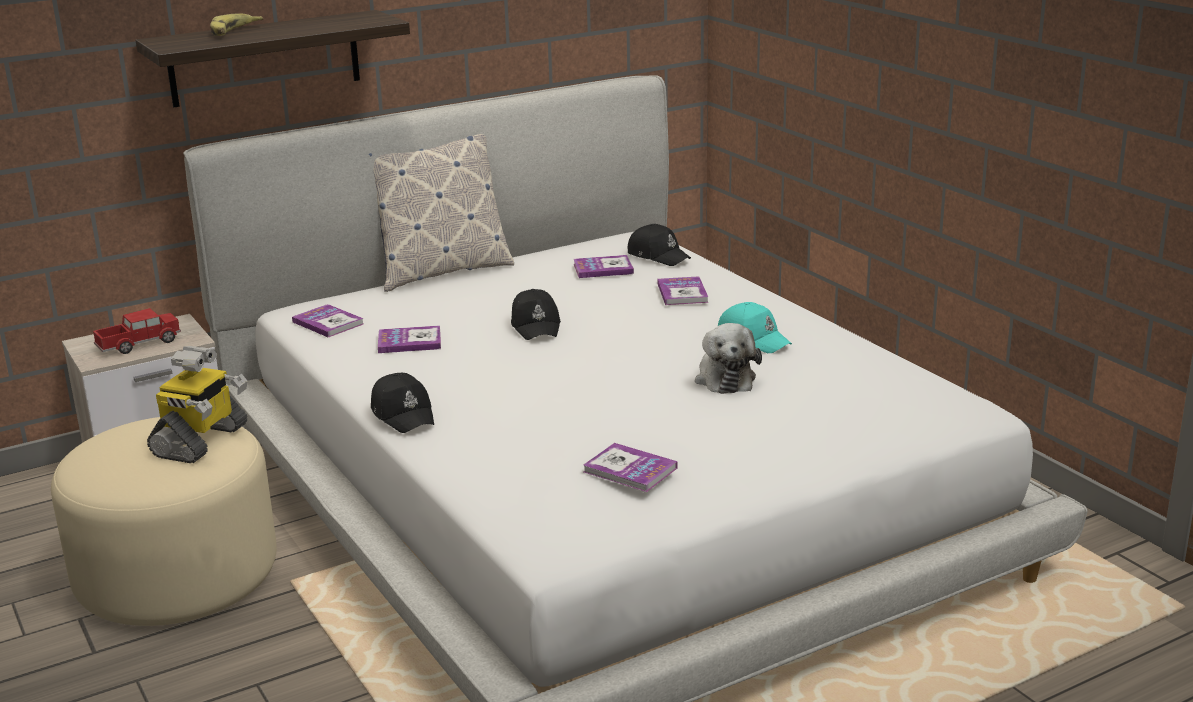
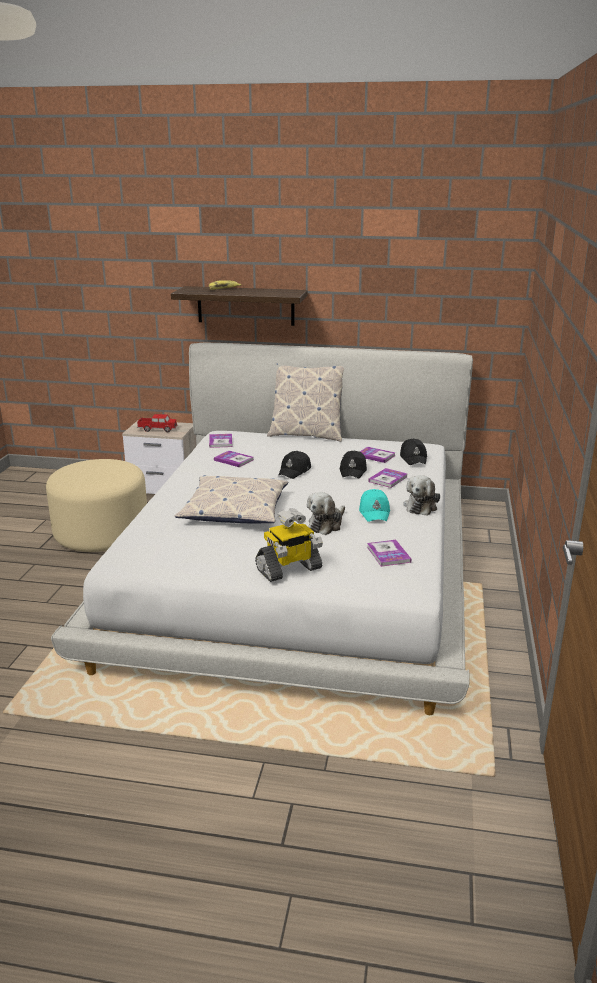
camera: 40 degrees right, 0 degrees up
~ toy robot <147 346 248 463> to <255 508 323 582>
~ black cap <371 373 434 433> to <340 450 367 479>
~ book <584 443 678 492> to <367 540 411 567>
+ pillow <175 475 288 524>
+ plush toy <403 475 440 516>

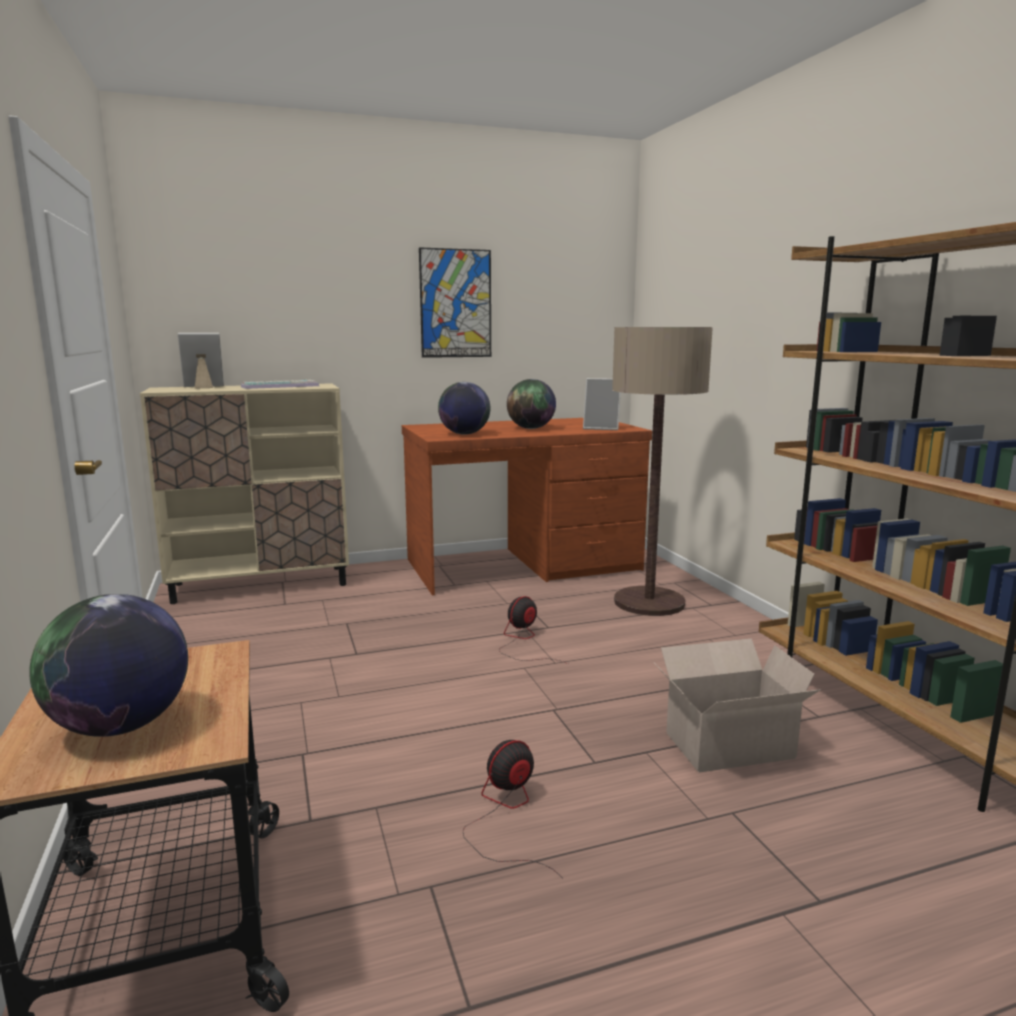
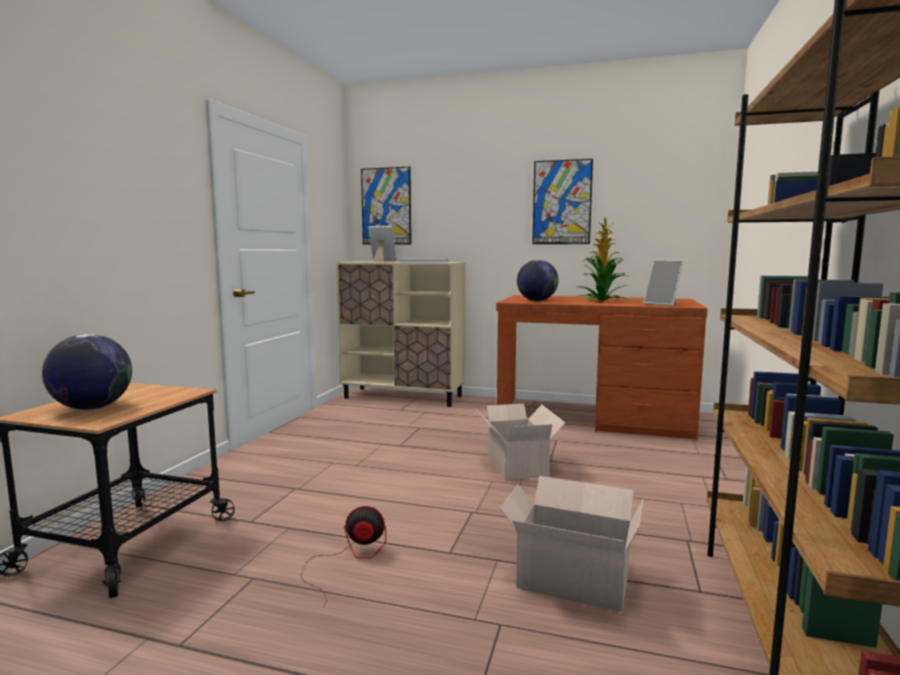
camera: 35 degrees right, 5 degrees down
~ fan <499 596 568 664> to cardboard box <475 404 566 480>
~ globe <507 379 556 429> to potted plant <574 217 630 301>
- floor lamp <612 327 713 616>
+ picture <361 167 411 245>

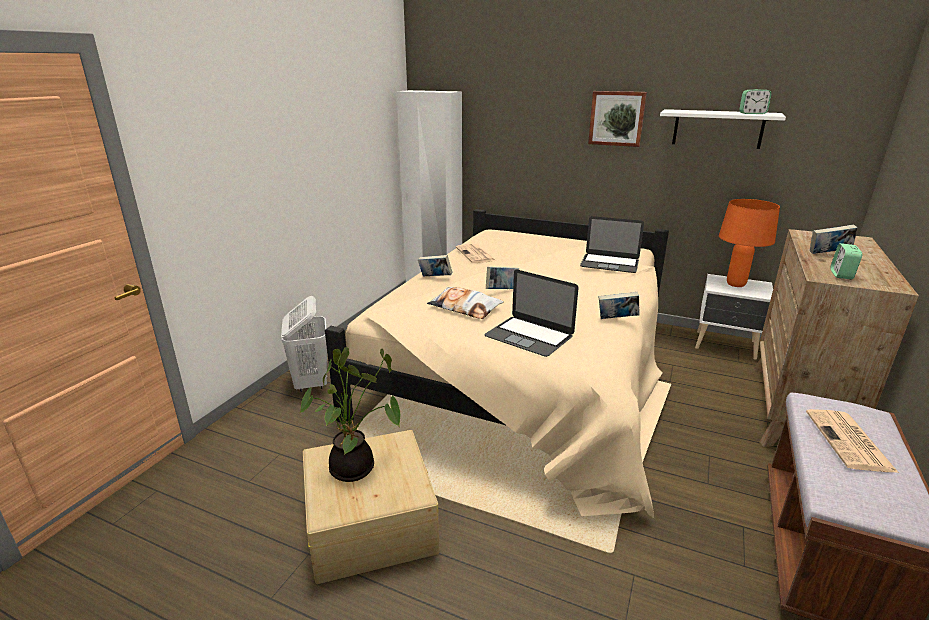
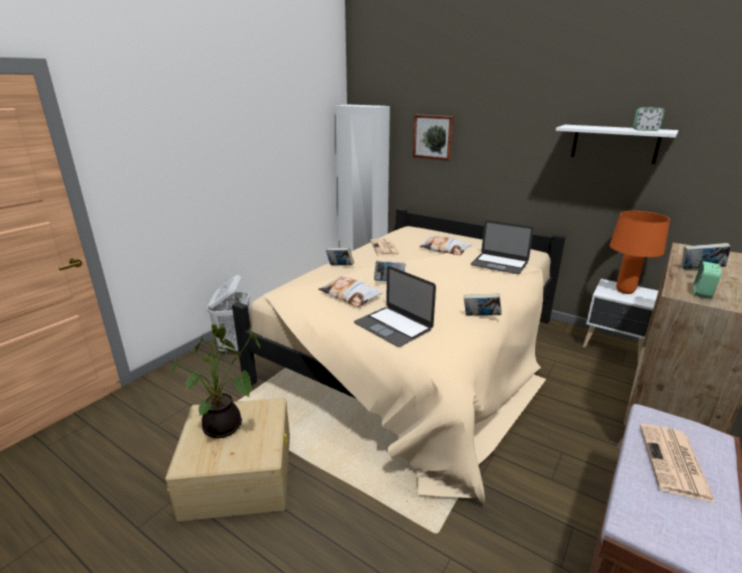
camera: 10 degrees right, 0 degrees up
~ picture <588 91 647 147> to <413 114 454 161>
+ pillow <419 236 471 255>

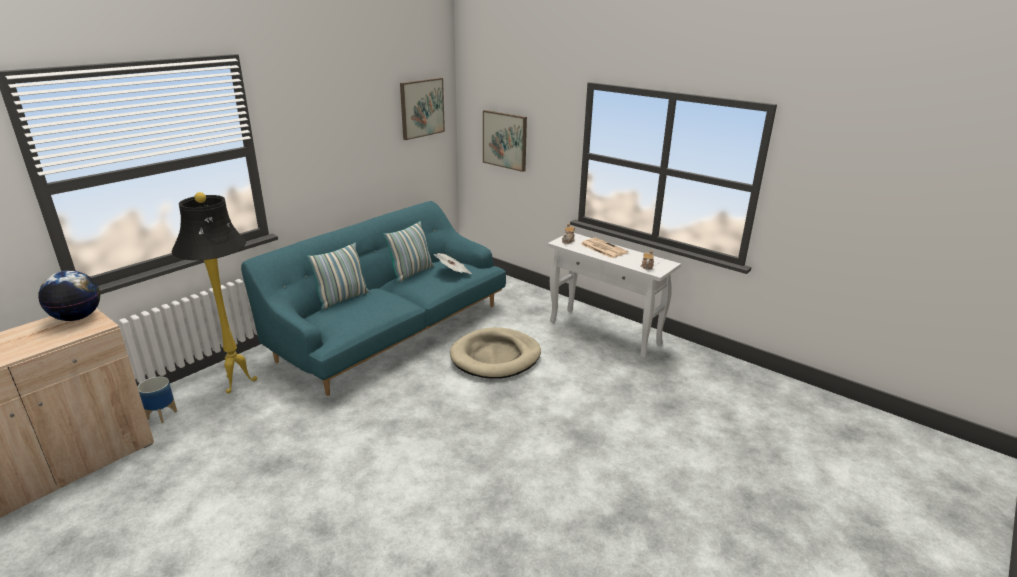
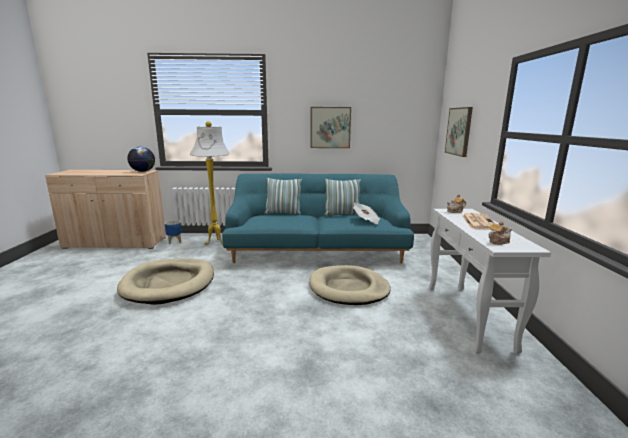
camera: 50 degrees right, 10 degrees down
~ black floor lamp <172 192 257 394> to white floor lamp <190 121 230 245>
~ picture <400 78 445 140> to <310 107 351 148>
+ beige dog bed <117 259 214 305>

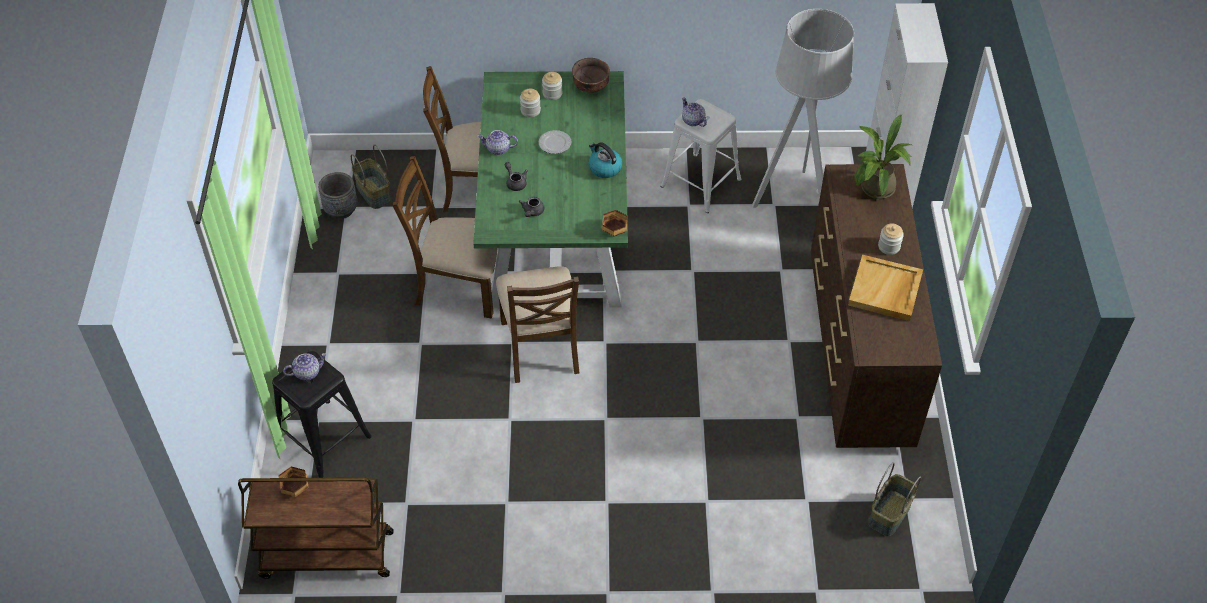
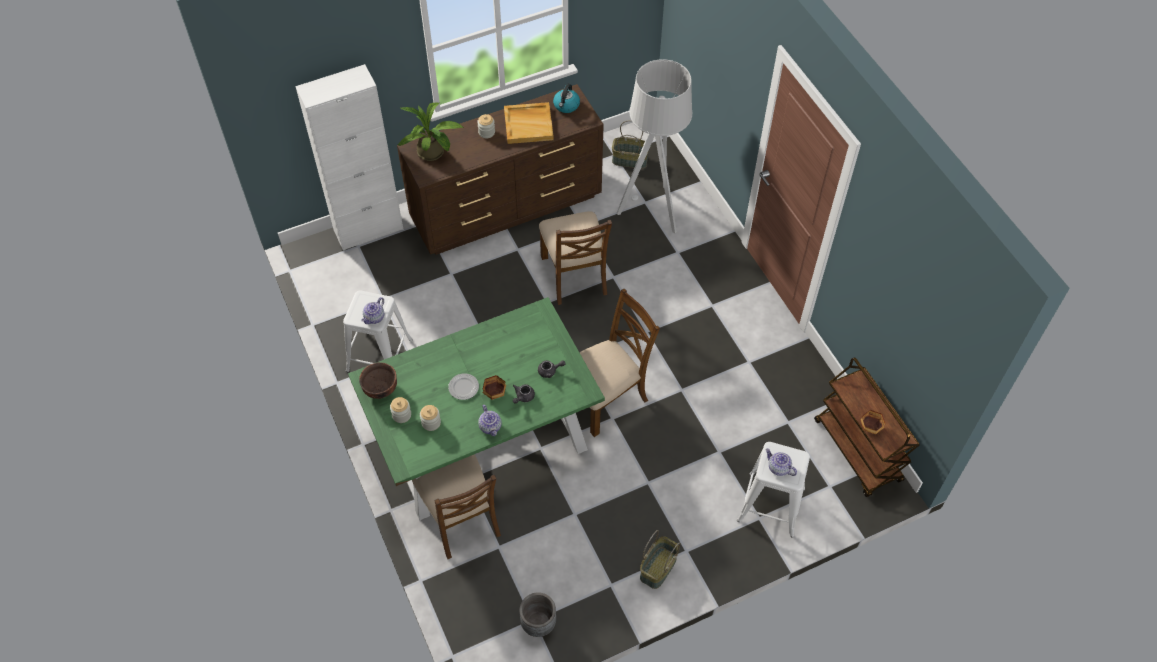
camera: 115 degrees left, 5 degrees up
~ black stool <272 351 372 478> to white stool <737 442 810 537>
~ basket <351 144 392 209> to <640 530 680 589>
~ brown chair <392 156 497 318> to <539 211 612 305>
~ kettle <588 142 622 178> to <553 84 580 113>
~ bowl <602 210 627 236> to <483 375 506 400>
~ grey floor lamp <752 9 854 208> to <617 59 692 233>

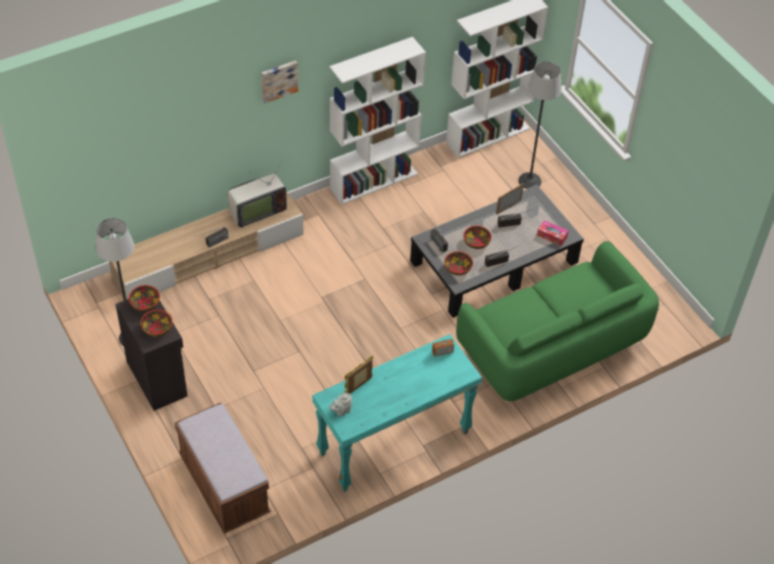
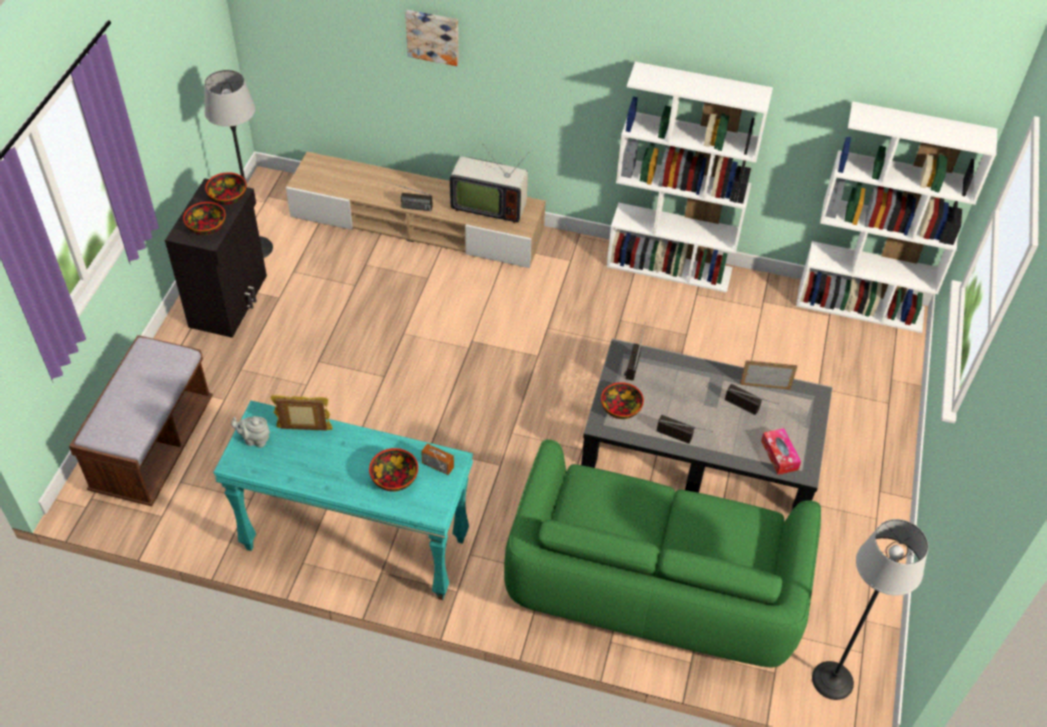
camera: 45 degrees right, 0 degrees up
~ picture <261 60 298 103> to <405 10 459 66>
~ bowl <463 226 492 249> to <369 448 418 492>
~ floor lamp <518 62 562 189> to <812 519 928 700>

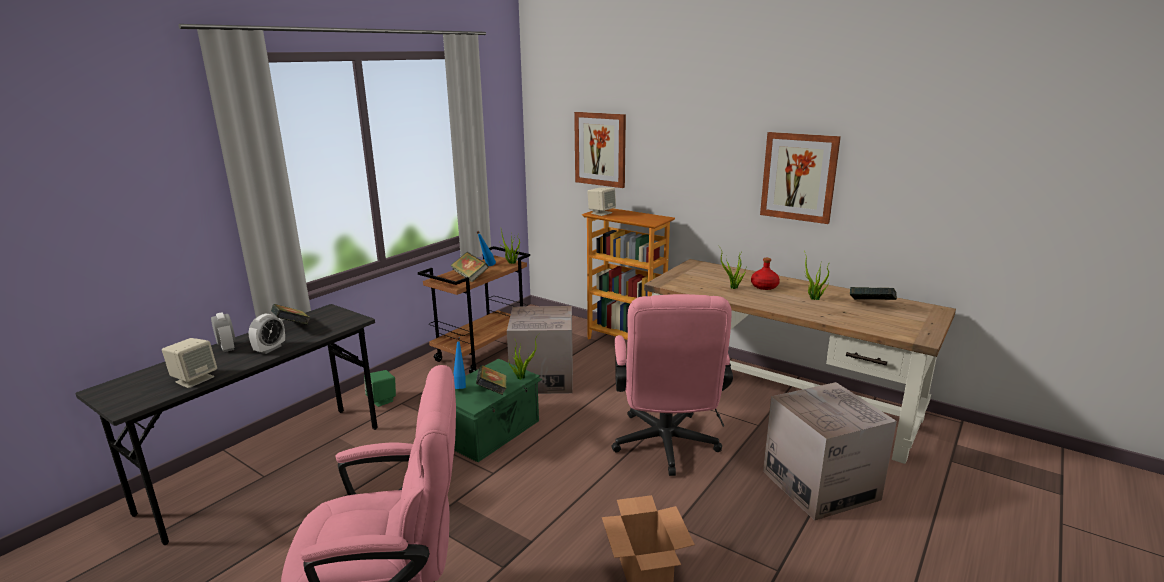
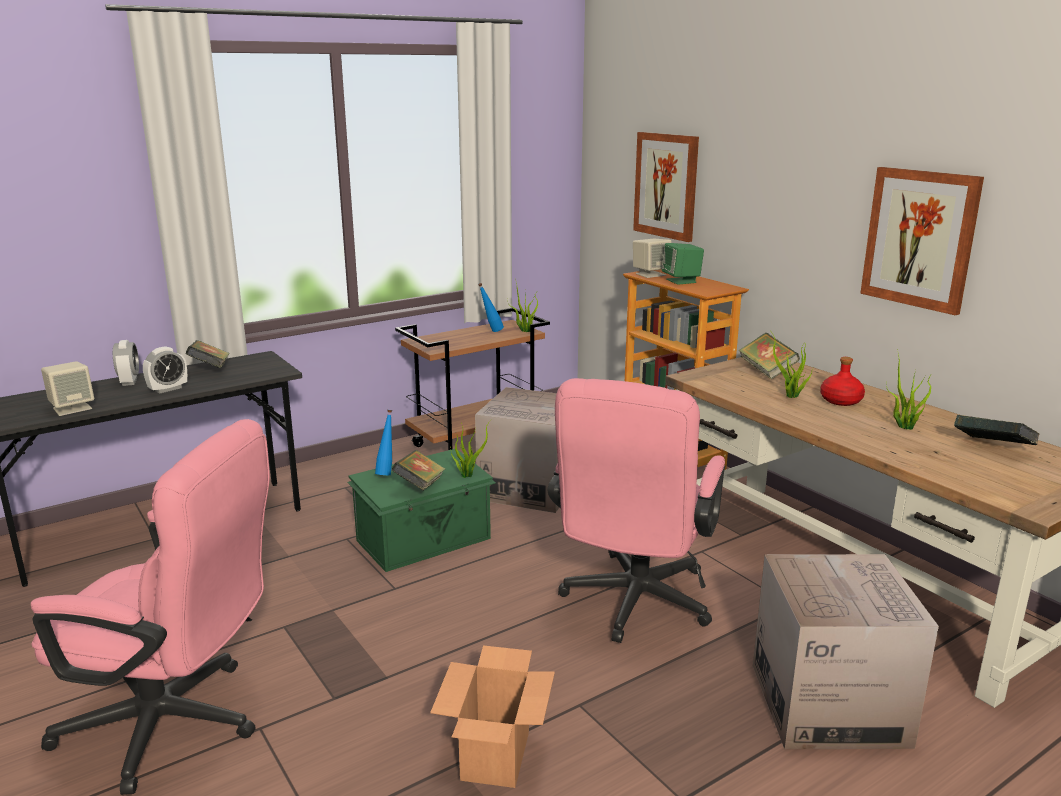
camera: 20 degrees right, 0 degrees up
~ green speaker <364 370 396 407> to <662 243 704 285>
~ book <450 252 489 282> to <739 333 800 380>

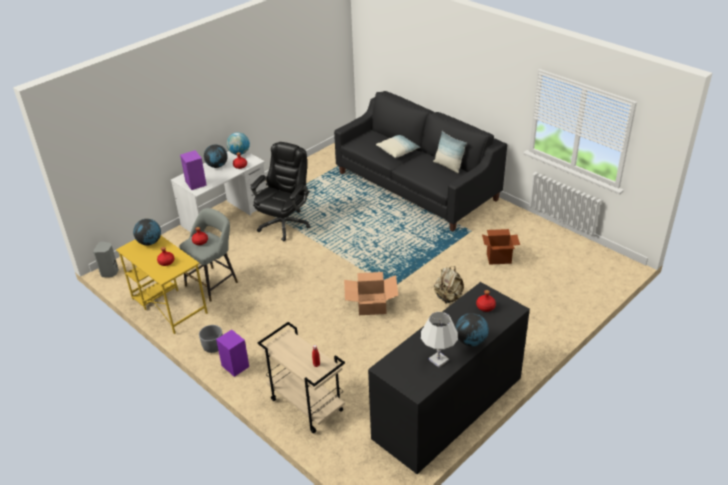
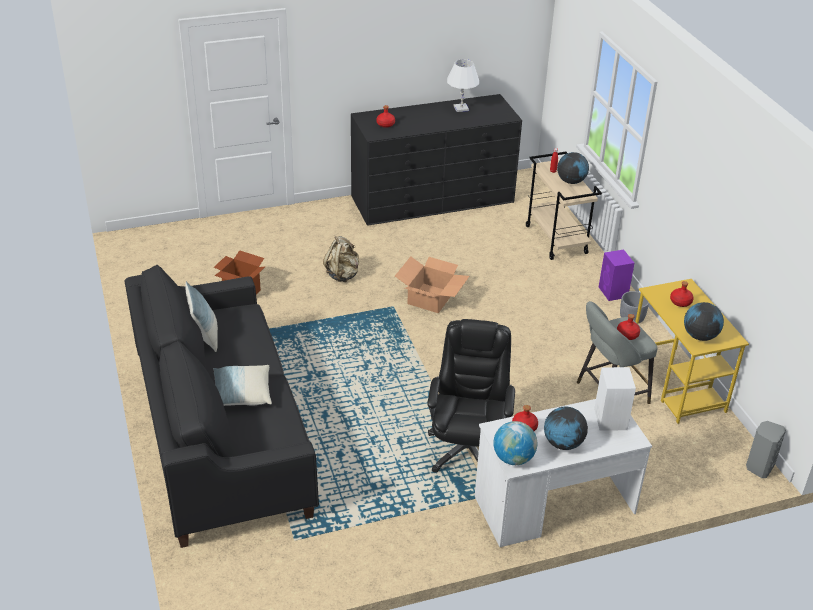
camera: 155 degrees left, 0 degrees up
~ purple speaker <180 150 207 190> to white speaker <594 367 636 431>
~ black office chair <251 142 310 241> = <427 319 515 473> 135 degrees clockwise
~ globe <455 313 489 346> to <557 152 589 184>

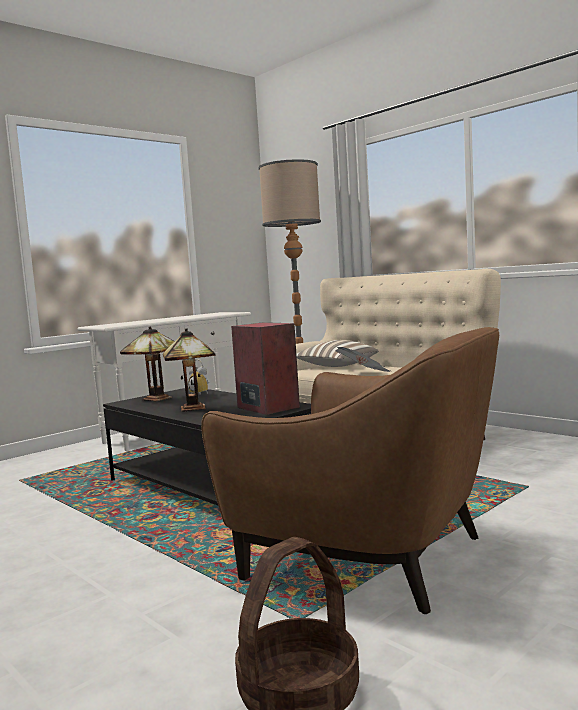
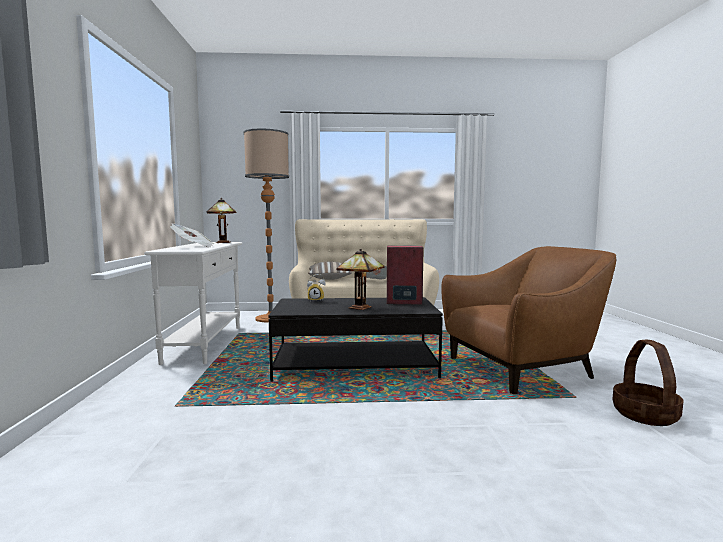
camera: 50 degrees left, 0 degrees up
~ table lamp <120 327 174 402> to <207 198 236 243>
+ newspaper <170 223 214 248>

